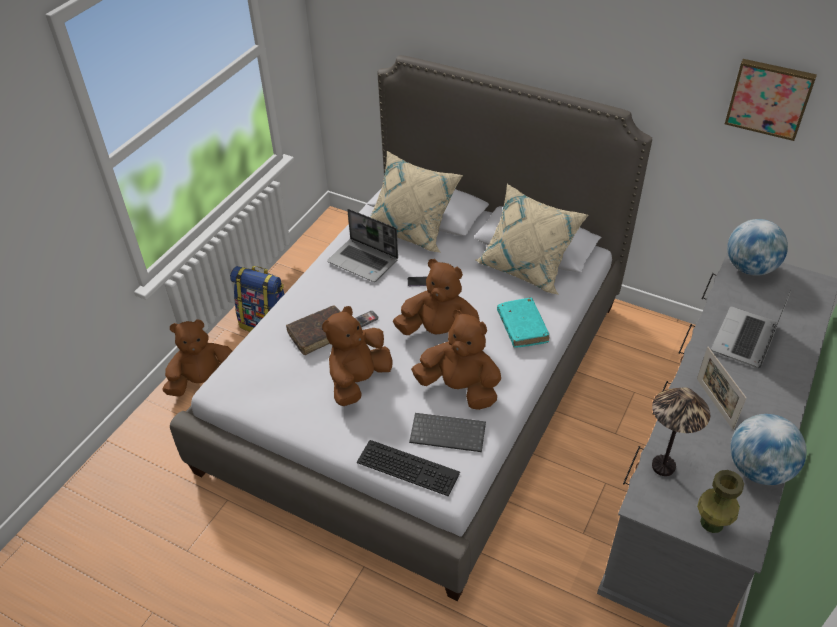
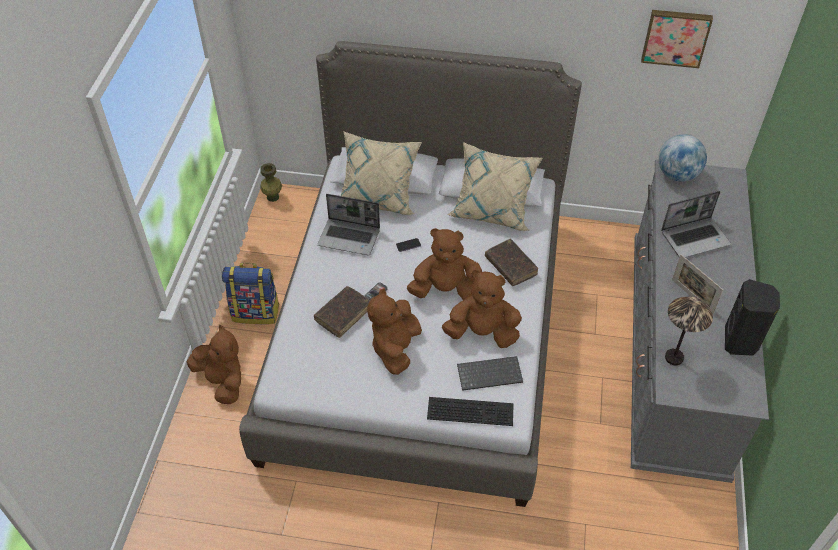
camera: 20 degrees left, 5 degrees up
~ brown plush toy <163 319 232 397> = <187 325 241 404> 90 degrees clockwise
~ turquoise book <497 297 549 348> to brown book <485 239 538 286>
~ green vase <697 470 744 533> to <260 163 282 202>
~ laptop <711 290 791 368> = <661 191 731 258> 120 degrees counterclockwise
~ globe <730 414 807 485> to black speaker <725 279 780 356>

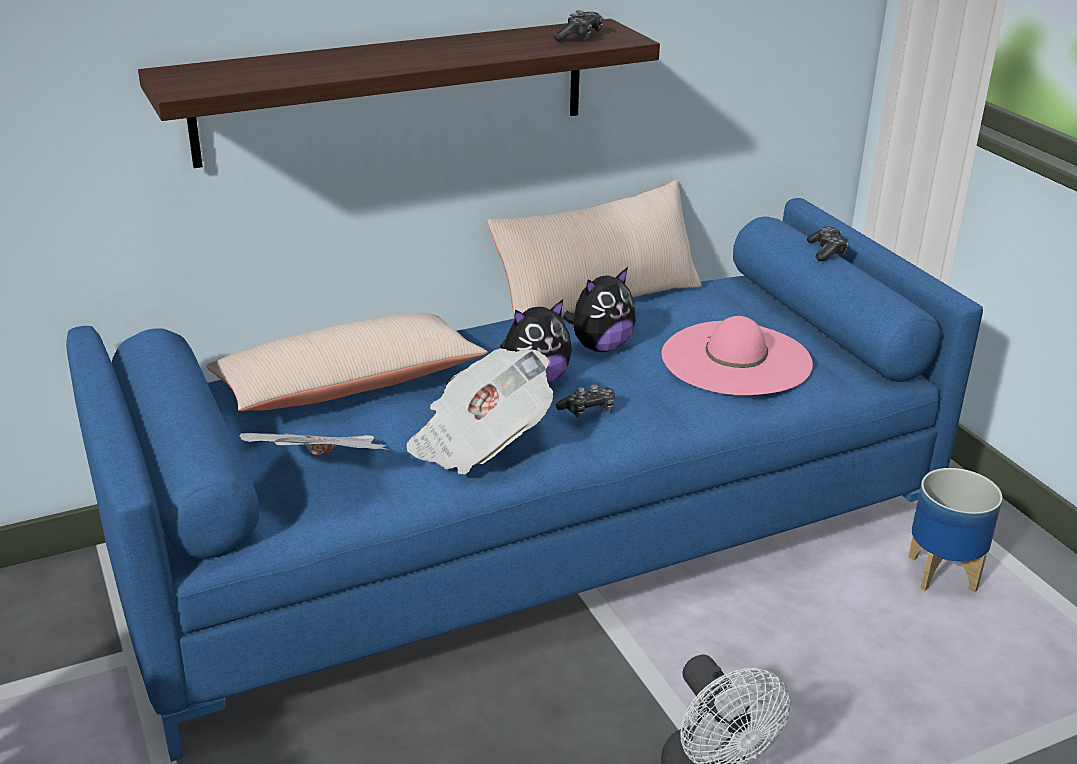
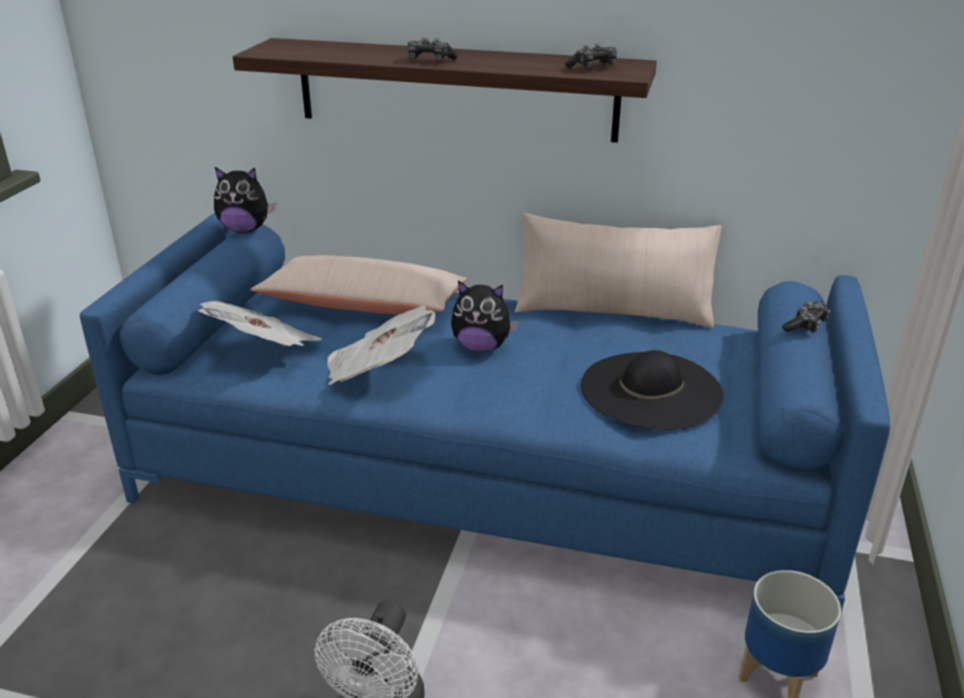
camera: 40 degrees right, 0 degrees up
~ game controller <556 384 615 418> to <408 37 457 61>
~ plush toy <563 267 636 352> to <214 167 276 233>
~ pink hat <661 316 813 395> to black hat <581 350 724 430>

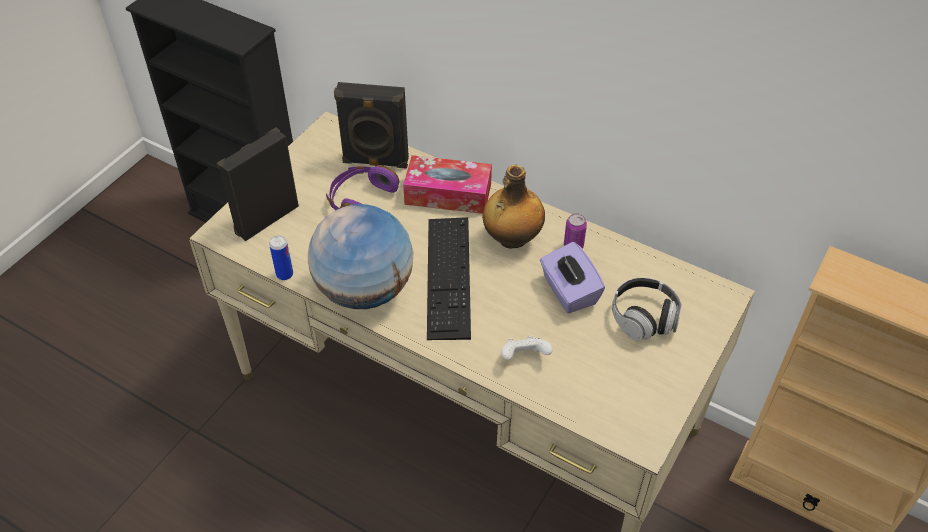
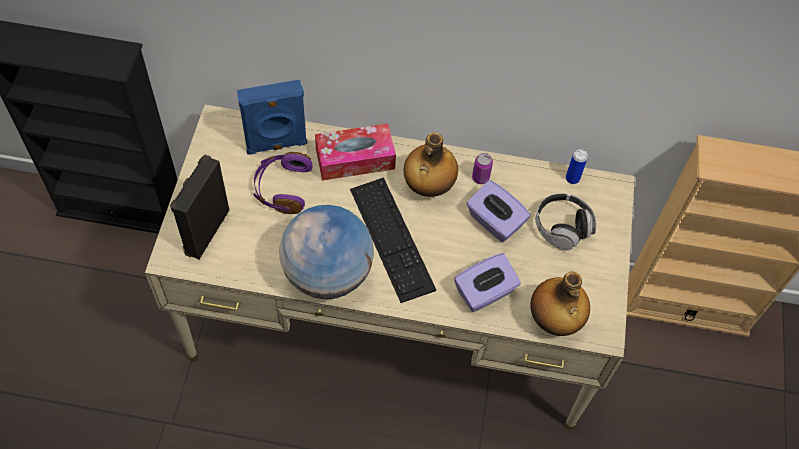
camera: 25 degrees left, 10 degrees up
~ can <269 235 293 280> to <566 149 588 184>
~ black speaker <334 82 409 169> to blue speaker <237 80 307 154>
~ white game controller <501 336 553 360> to purple tissue box <454 253 521 312>
+ bottle <531 271 590 336>

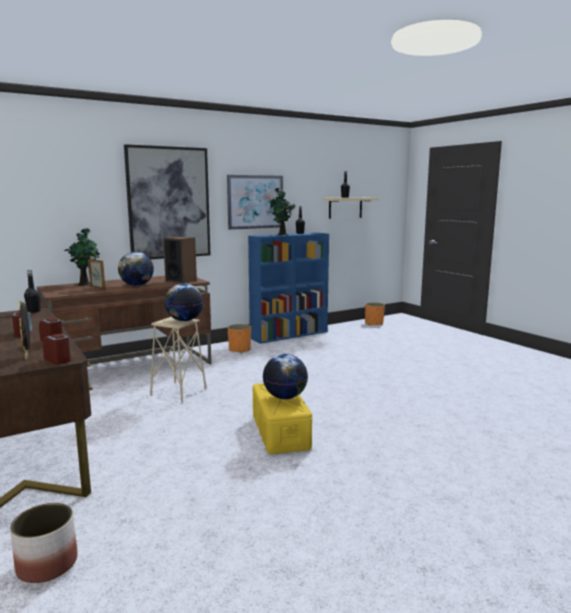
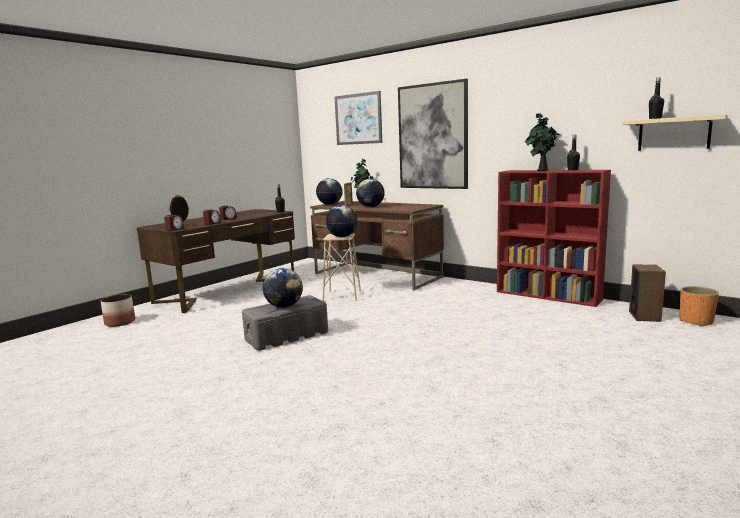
camera: 70 degrees right, 0 degrees up
~ speaker <163 236 197 283> to <629 264 666 322>
~ picture <227 175 283 230> to <335 91 382 145>
- orange planter <228 324 251 353>
~ blue bookcase <248 232 329 344> to red bookcase <497 170 611 307>
~ yellow storage box <253 383 312 454> to grey storage box <242 295 328 351>
+ globe <316 178 342 205>

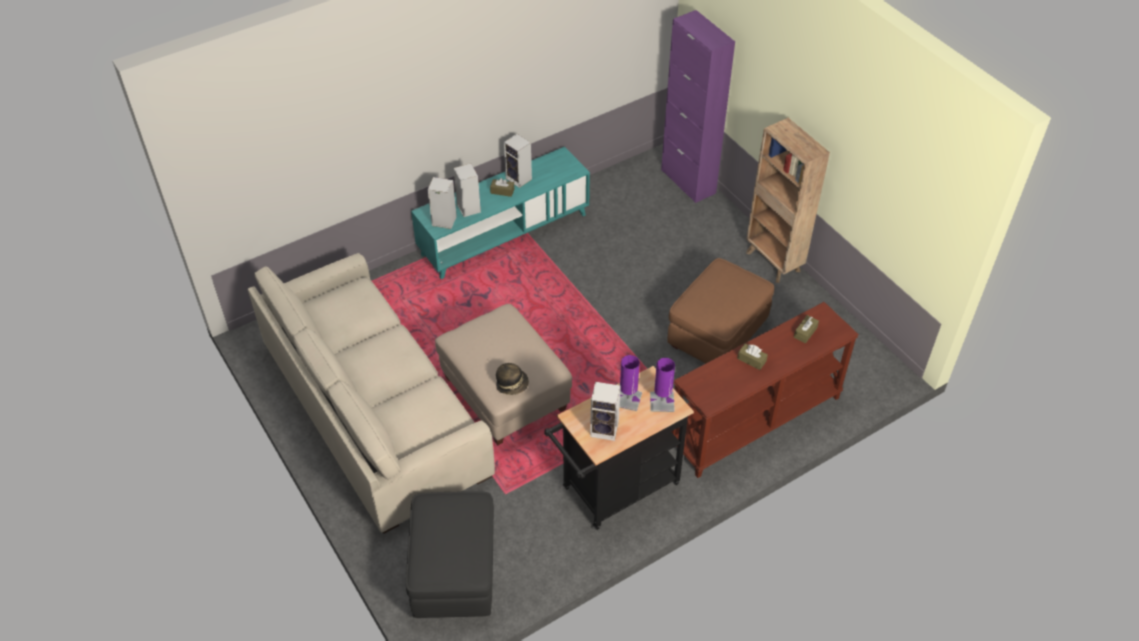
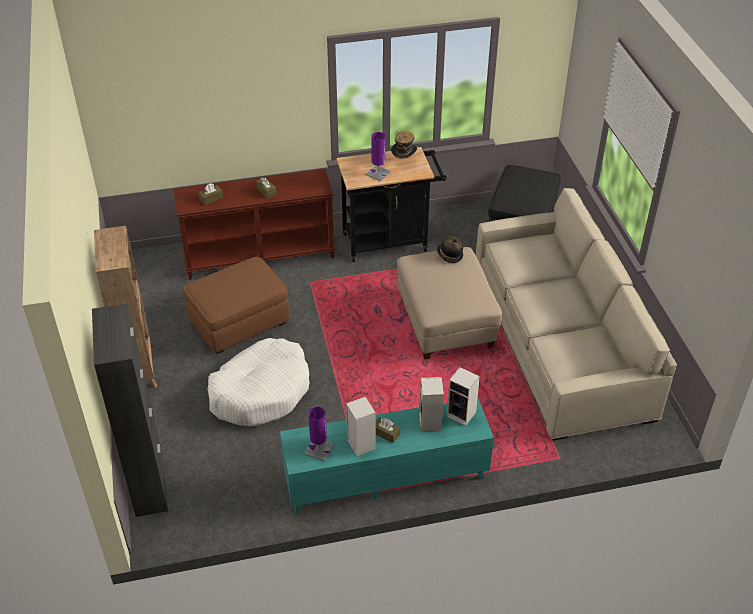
camera: 160 degrees left, 5 degrees down
~ speaker <590 382 621 441> to hat <391 131 417 158>
~ purple table lamp <650 358 675 412> to <304 407 334 461>
~ purple cabinet <661 10 735 203> to black cabinet <92 303 168 517>
+ white dog bed <208 338 310 426>

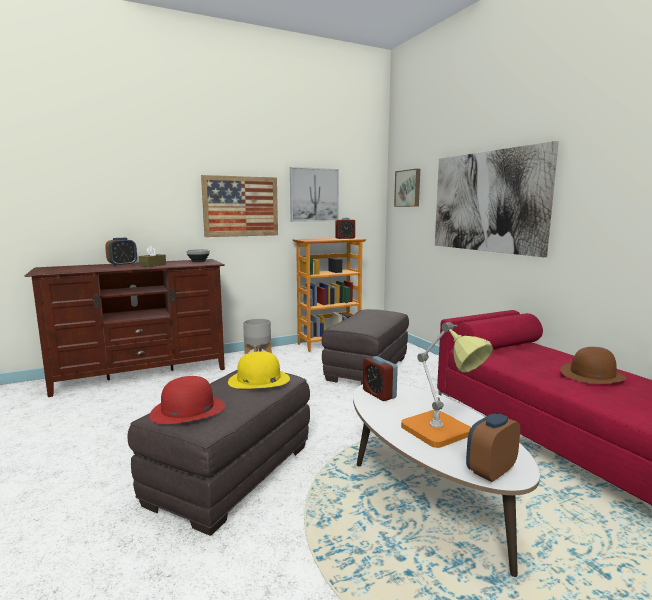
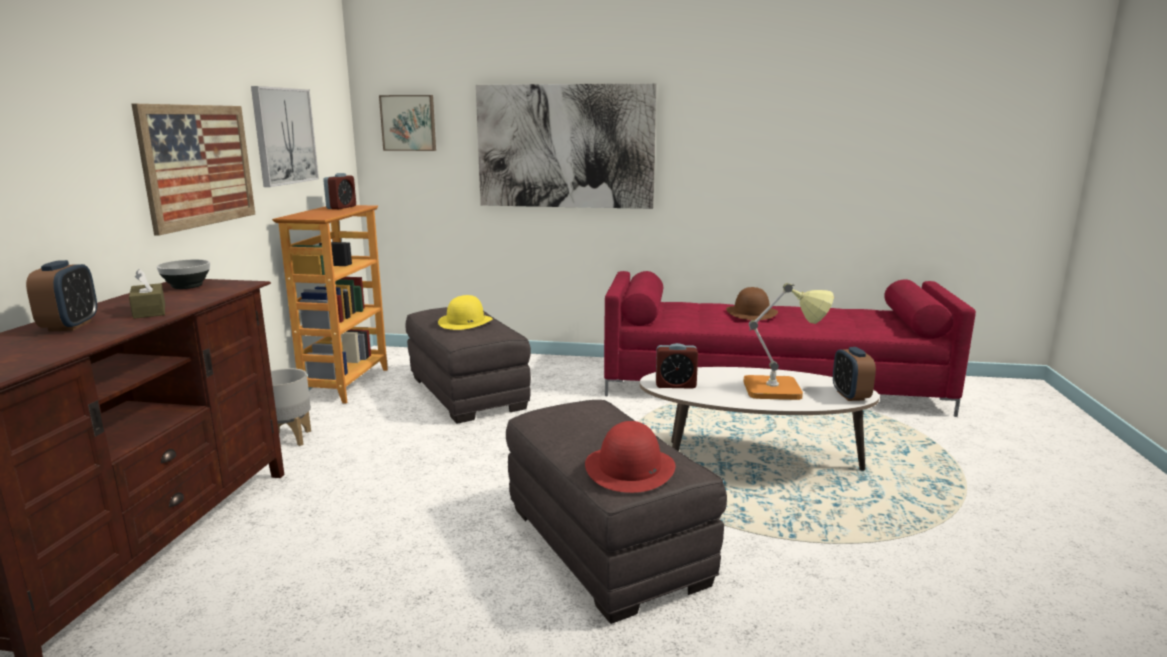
camera: 55 degrees left, 5 degrees up
~ yellow hat <228 351 290 389> to <438 295 493 330>

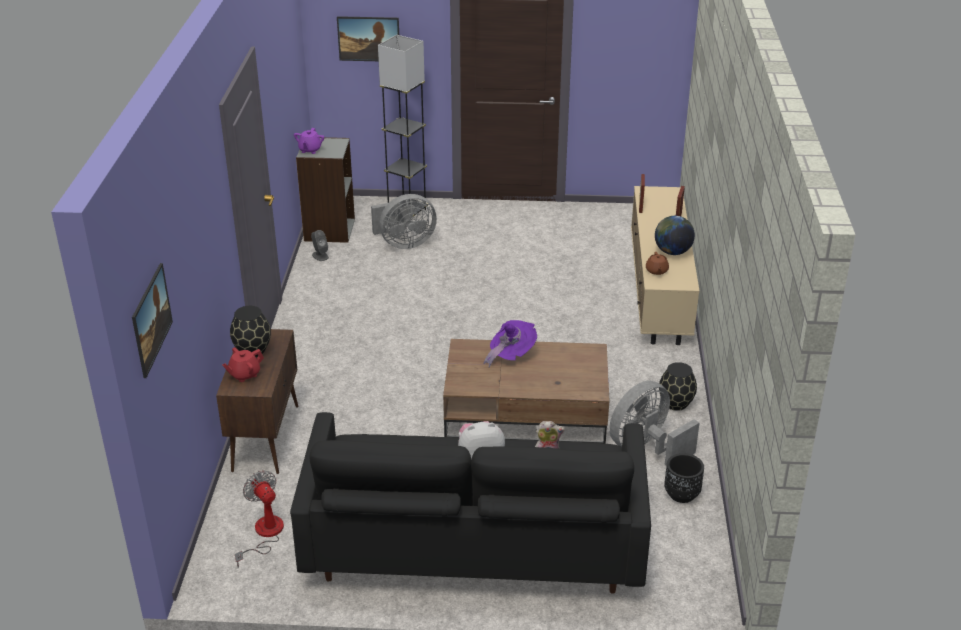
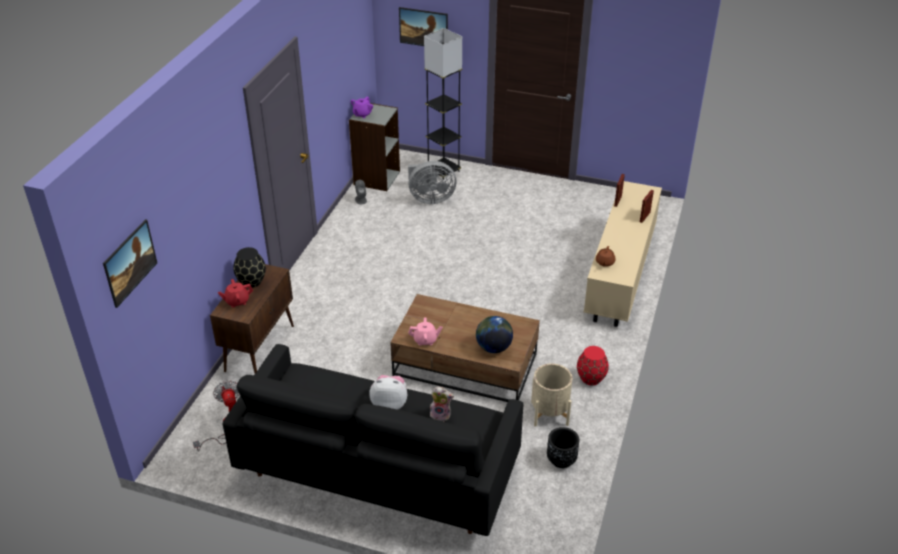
camera: 15 degrees right, 5 degrees up
- purple hat <483 320 537 367>
~ grey fan <609 381 699 466> to beige planter <531 363 572 427>
~ globe <655 216 695 255> to <476 316 513 353>
~ black vase <659 362 697 411> to red vase <577 346 609 385>
+ pink teapot <408 317 443 346>

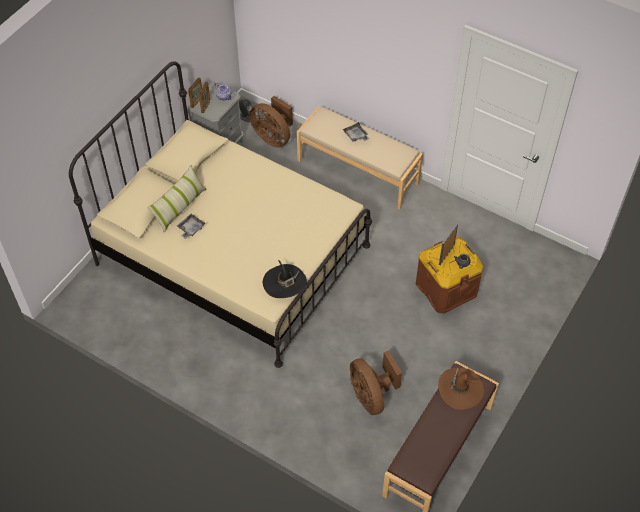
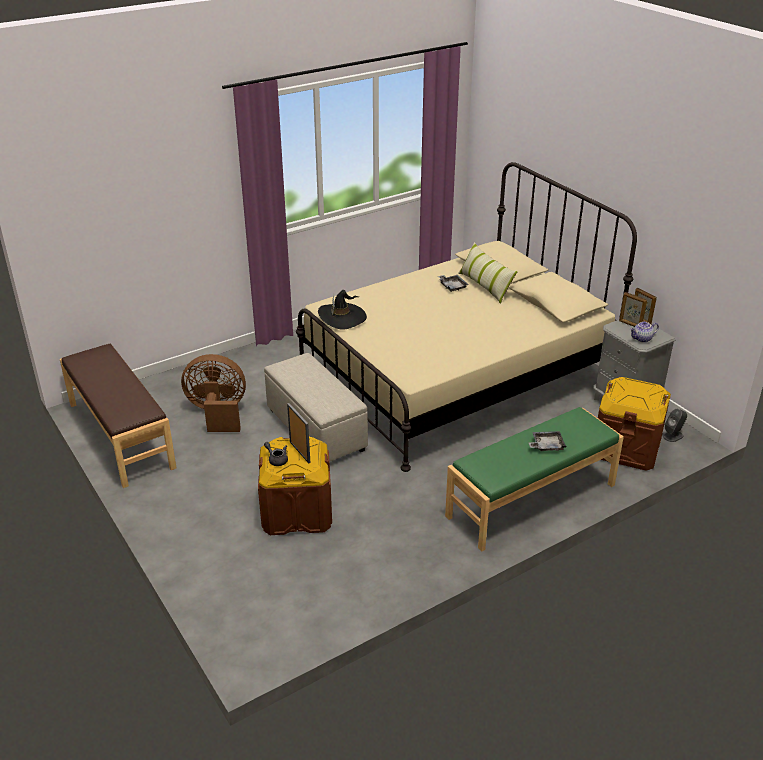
camera: 115 degrees right, 20 degrees down
~ brown fan <249 96 293 147> to brown storage box <598 377 671 471>
~ beige bench <297 106 423 210> to green bench <445 407 624 551>
- brown hat <438 368 484 410>
+ beige ottoman <264 353 368 462>

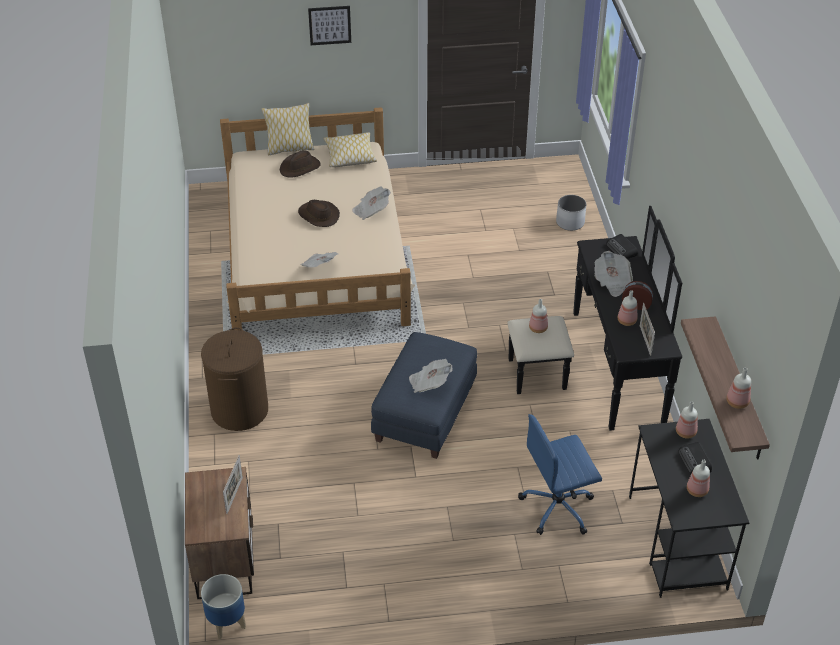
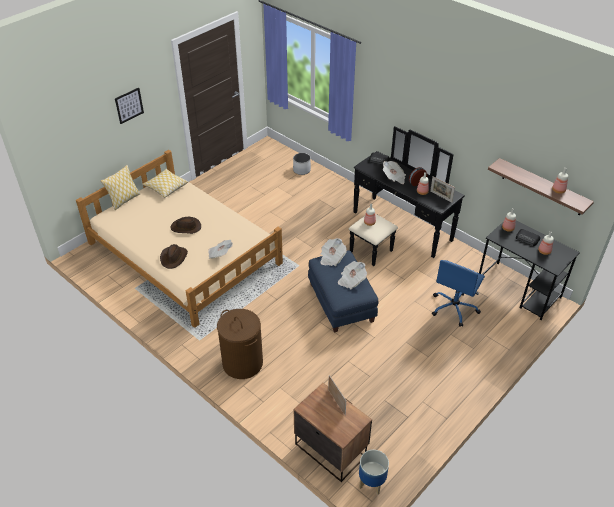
camera: 40 degrees left, 0 degrees up
~ brown hat <280 150 321 178> to <160 244 188 269>
~ newspaper <352 187 391 220> to <320 238 347 266>

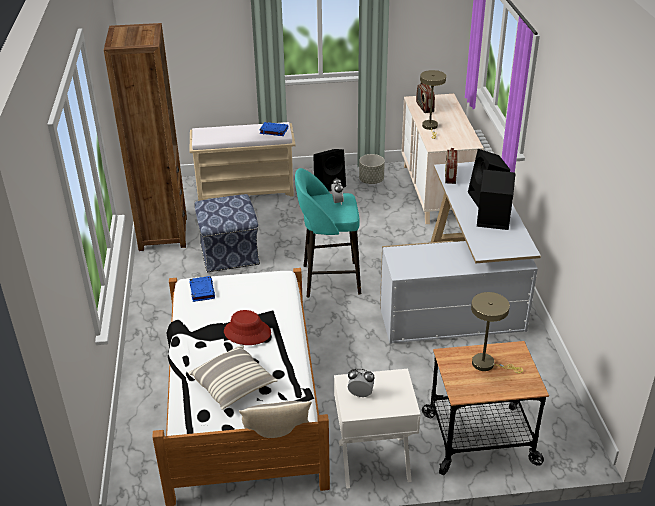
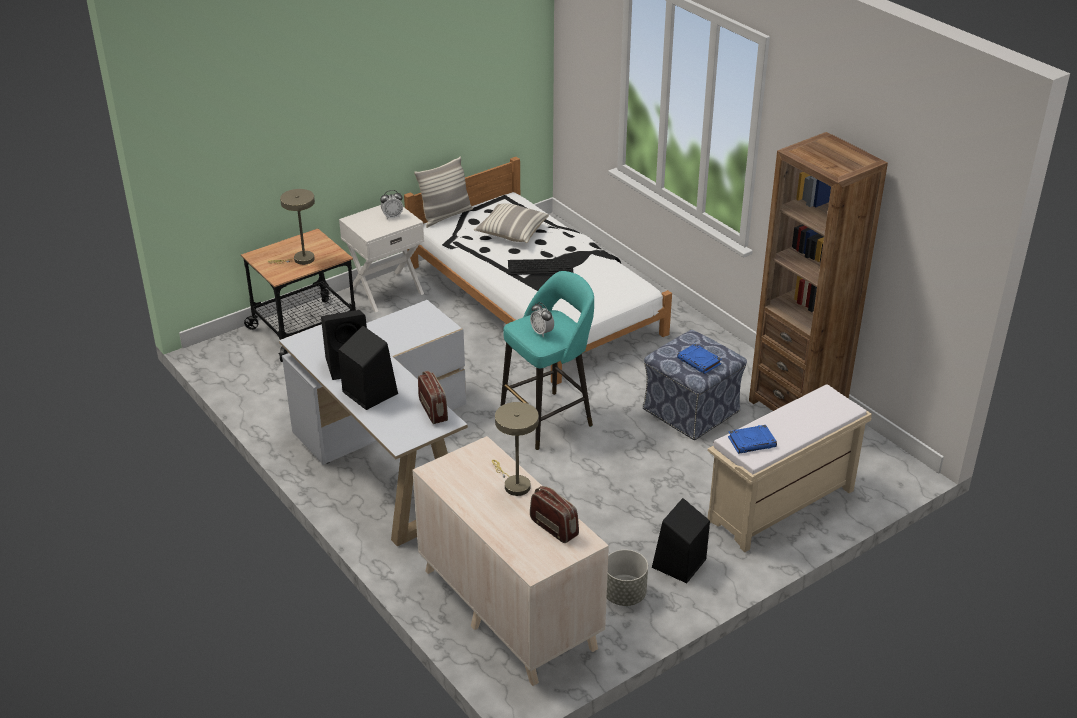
camera: 150 degrees right, 0 degrees up
~ blue book <190 276 215 302> to <677 344 722 374>
~ red hat <224 310 271 345> to keyboard <508 259 574 275>

